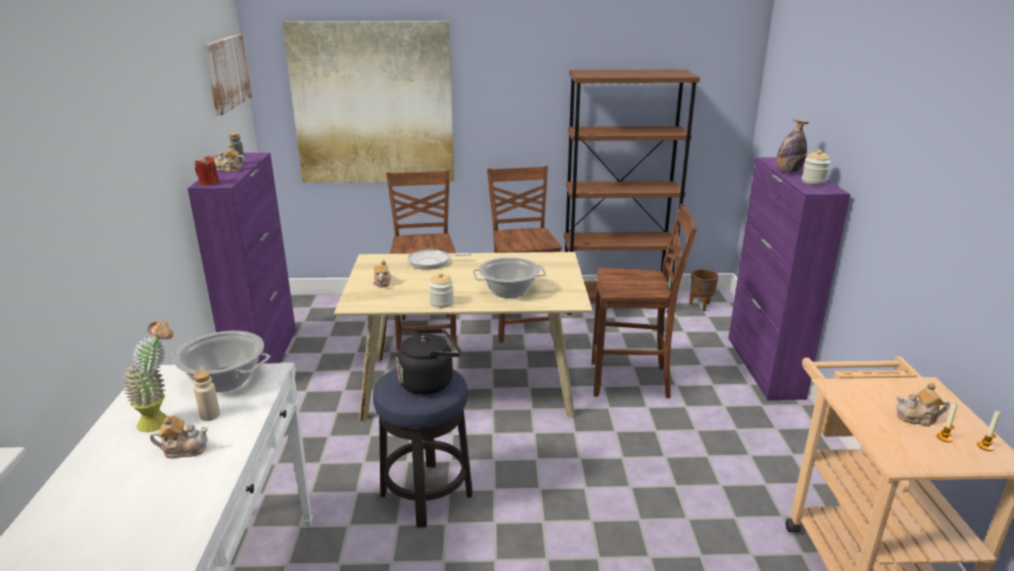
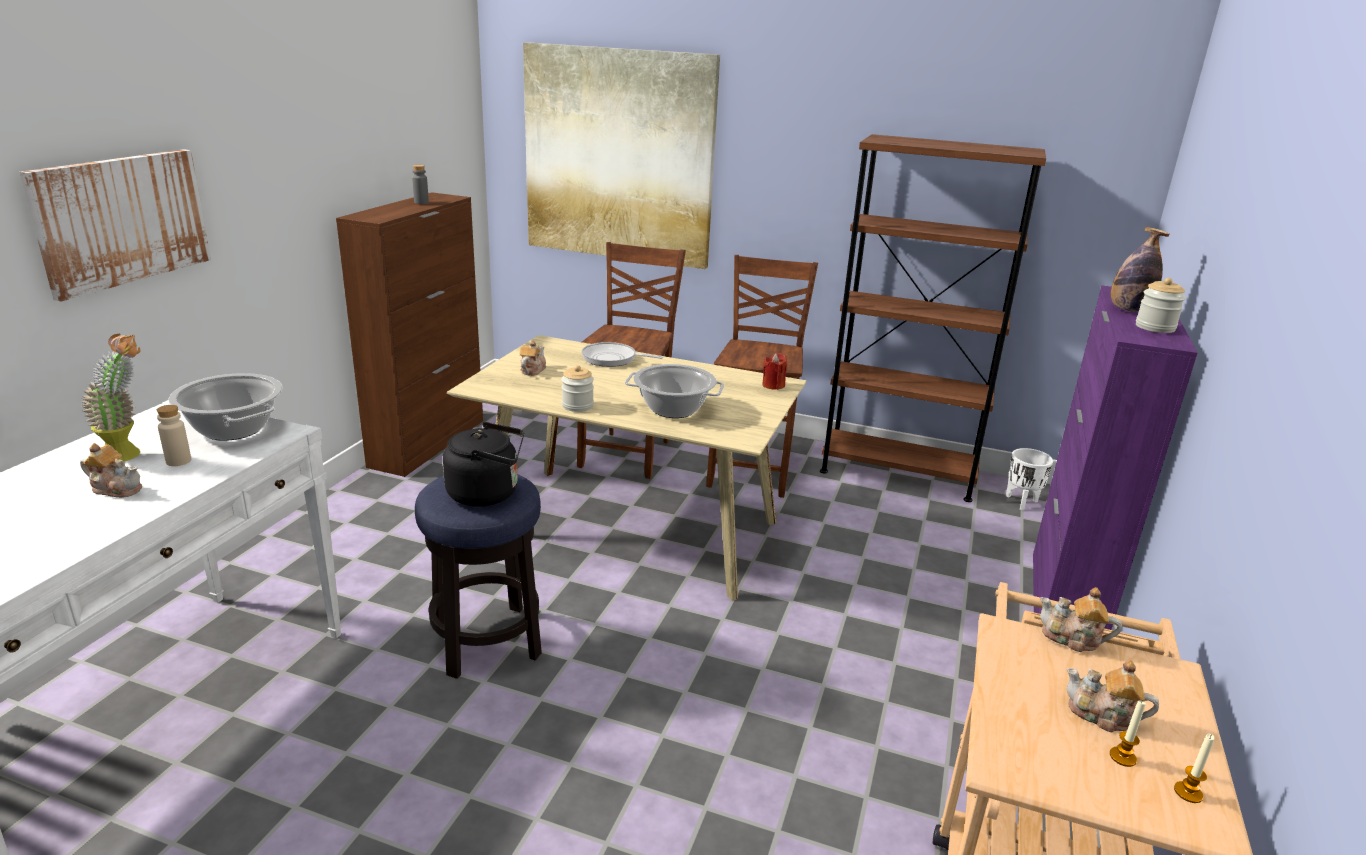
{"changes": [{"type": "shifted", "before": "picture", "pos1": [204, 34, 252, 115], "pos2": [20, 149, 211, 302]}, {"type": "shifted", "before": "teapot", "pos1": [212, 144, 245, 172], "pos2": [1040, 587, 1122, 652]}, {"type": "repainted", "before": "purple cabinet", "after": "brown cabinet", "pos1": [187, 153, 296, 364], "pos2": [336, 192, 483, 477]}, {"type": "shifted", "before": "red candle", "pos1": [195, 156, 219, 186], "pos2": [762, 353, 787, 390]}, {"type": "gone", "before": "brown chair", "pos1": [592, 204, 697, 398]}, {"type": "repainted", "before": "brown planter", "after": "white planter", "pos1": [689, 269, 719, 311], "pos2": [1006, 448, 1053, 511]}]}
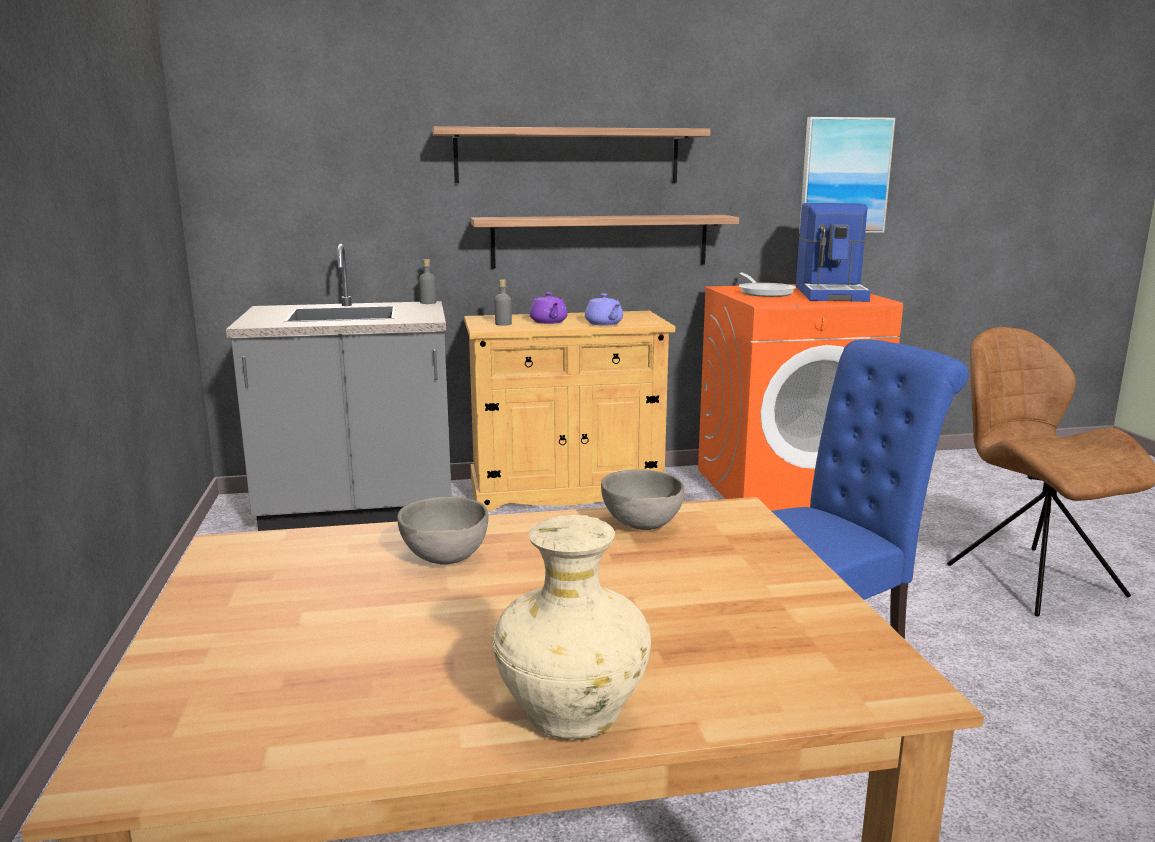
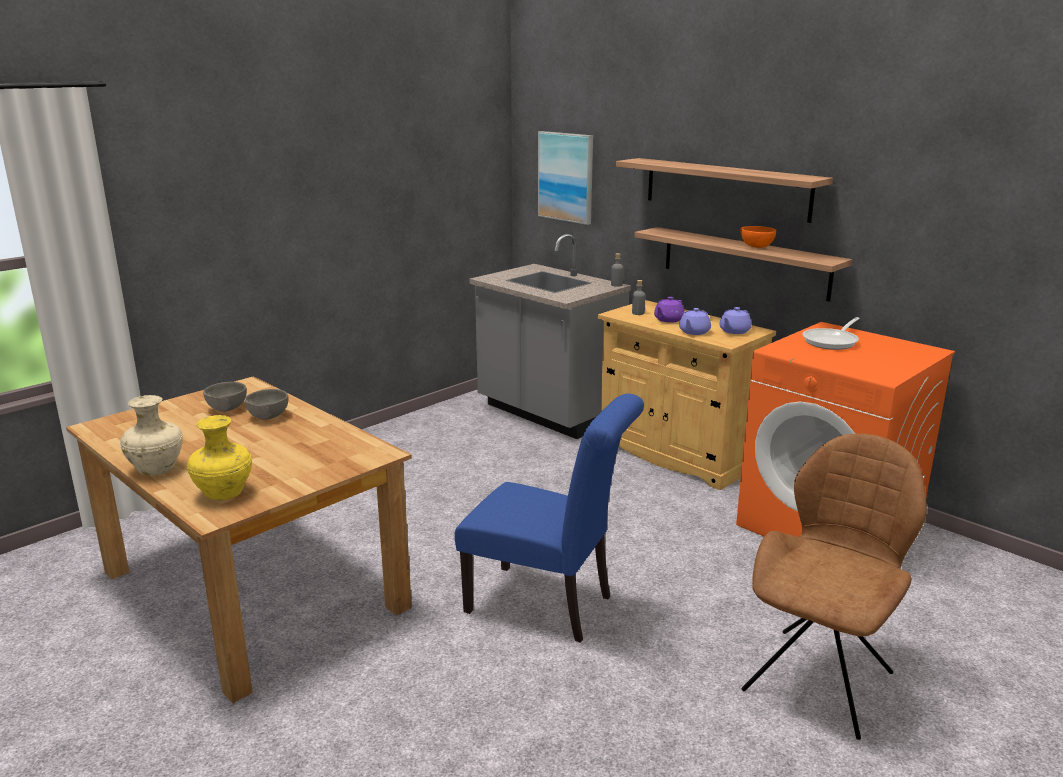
{"changes": [{"type": "shifted", "before": "picture", "pos1": [799, 117, 895, 233], "pos2": [538, 131, 593, 225]}, {"type": "gone", "before": "coffee machine", "pos1": [796, 203, 871, 302]}, {"type": "shifted", "before": "grey bowl", "pos1": [601, 470, 685, 530], "pos2": [203, 382, 247, 412]}, {"type": "new", "after": "orange bowl", "pos2": [740, 226, 776, 248]}, {"type": "new", "after": "purple teapot", "pos2": [719, 307, 752, 334]}, {"type": "new", "after": "yellow vase", "pos2": [187, 415, 252, 500]}]}
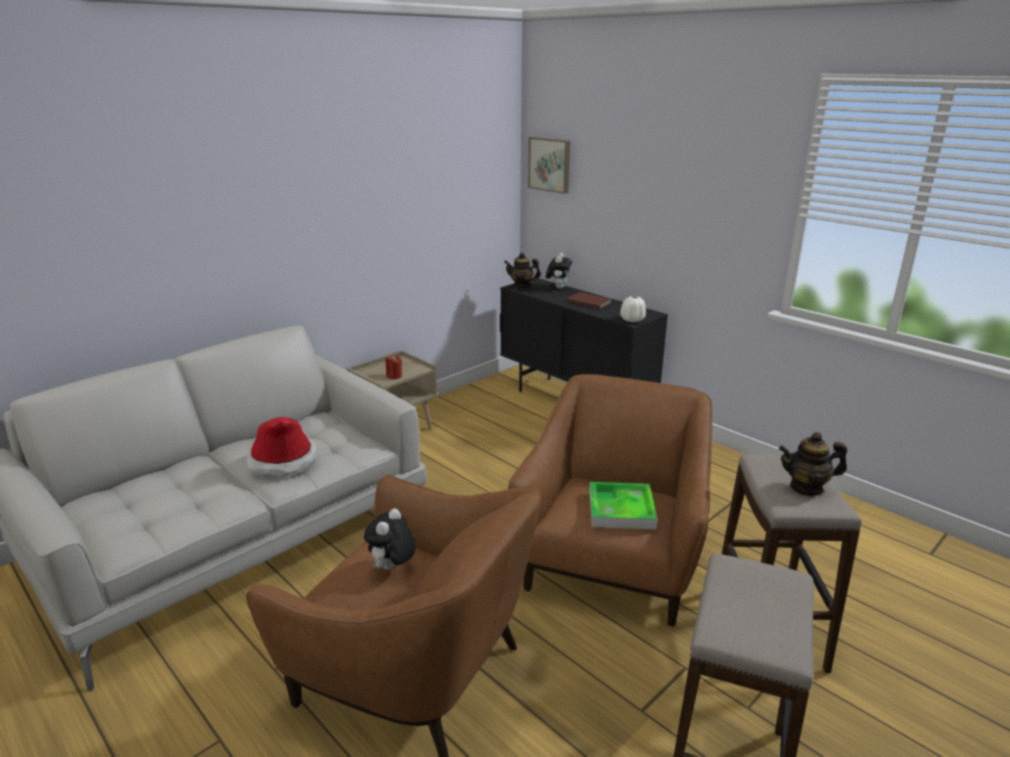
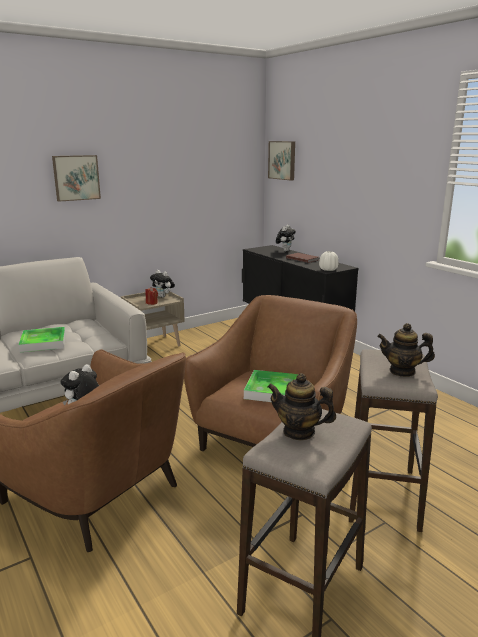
{"changes": [{"type": "shifted", "before": "teapot", "pos1": [504, 252, 541, 288], "pos2": [267, 373, 336, 440]}, {"type": "swapped", "before": "hat", "after": "tray", "pos1": [246, 417, 317, 477], "pos2": [19, 327, 66, 352]}, {"type": "new", "after": "picture", "pos2": [52, 155, 101, 202]}, {"type": "new", "after": "plush toy", "pos2": [150, 270, 175, 298]}]}
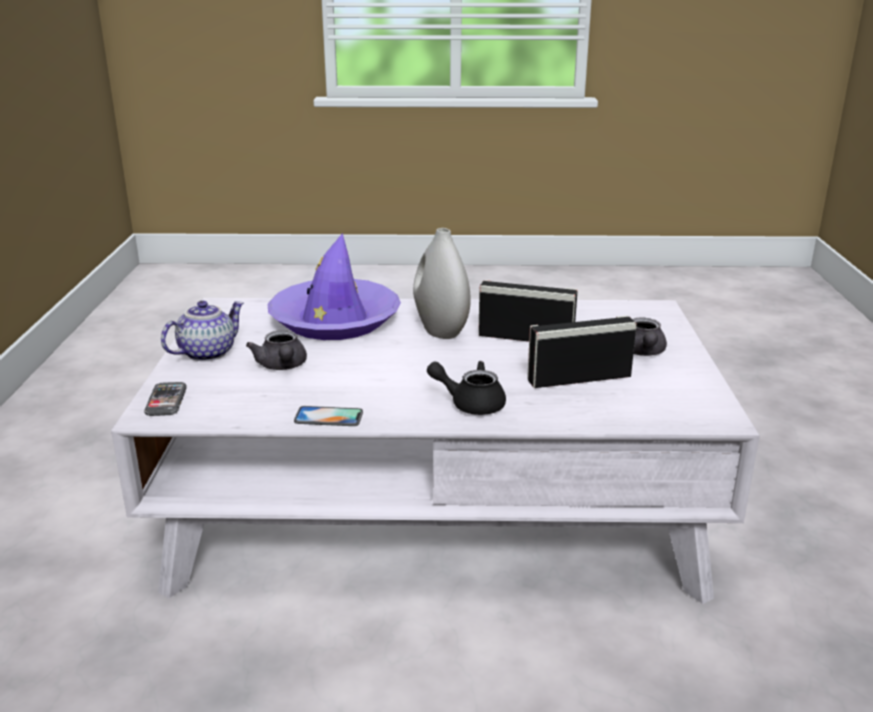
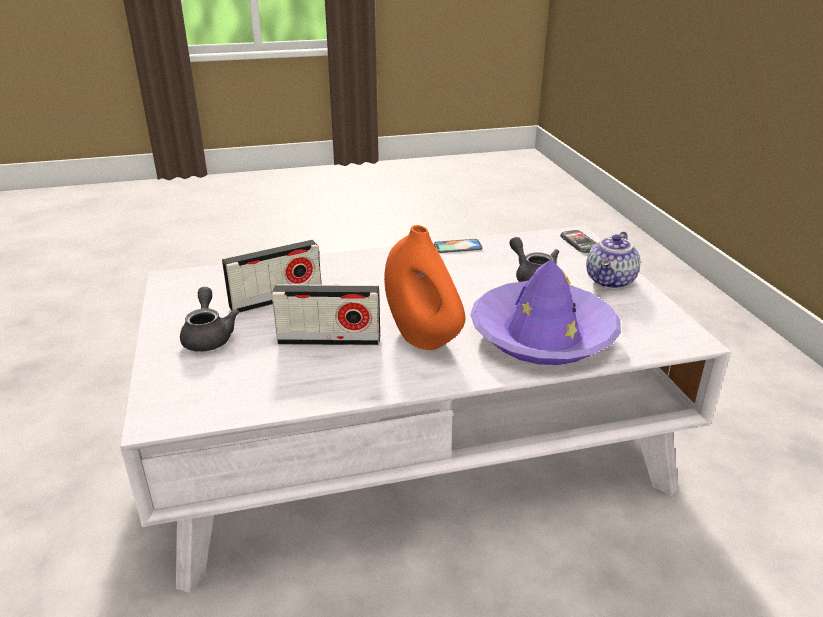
{"changes": [{"type": "repainted", "before": "white vase", "after": "orange vase", "pos1": [413, 228, 471, 339], "pos2": [384, 225, 465, 350]}, {"type": "gone", "before": "black teapot", "pos1": [427, 361, 506, 415]}]}
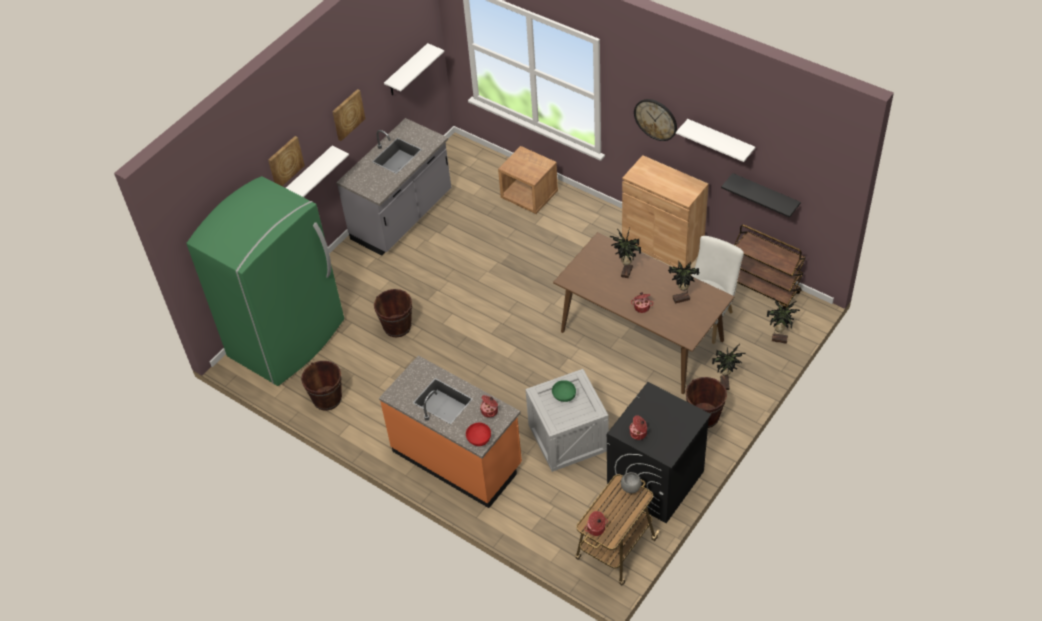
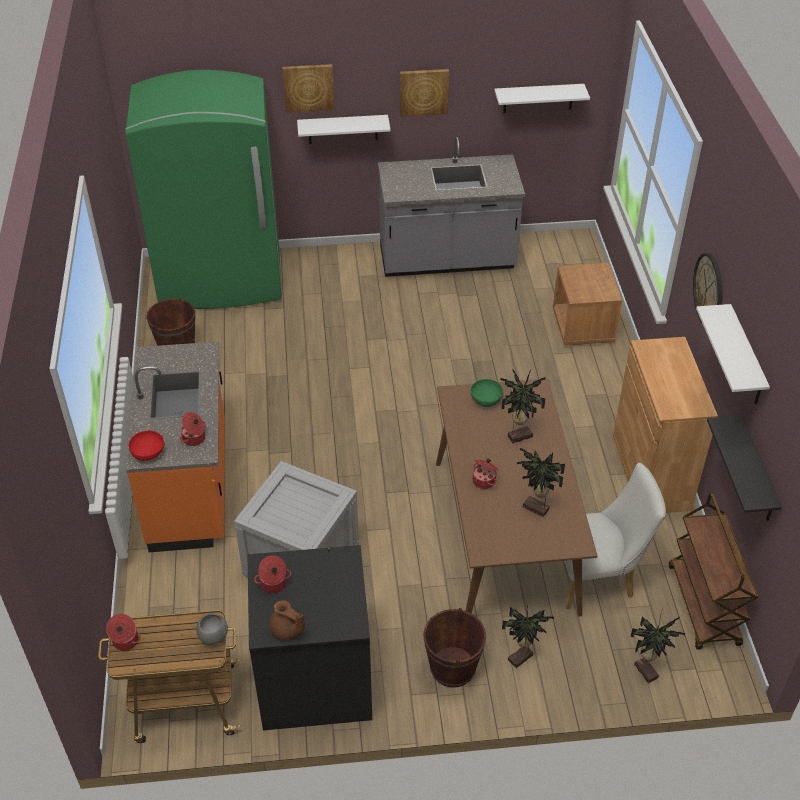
{"changes": [{"type": "gone", "before": "brown bucket", "pos1": [374, 289, 412, 337]}, {"type": "shifted", "before": "green bowl", "pos1": [552, 380, 576, 402], "pos2": [471, 379, 503, 407]}, {"type": "new", "after": "brown teapot", "pos2": [269, 600, 305, 640]}]}
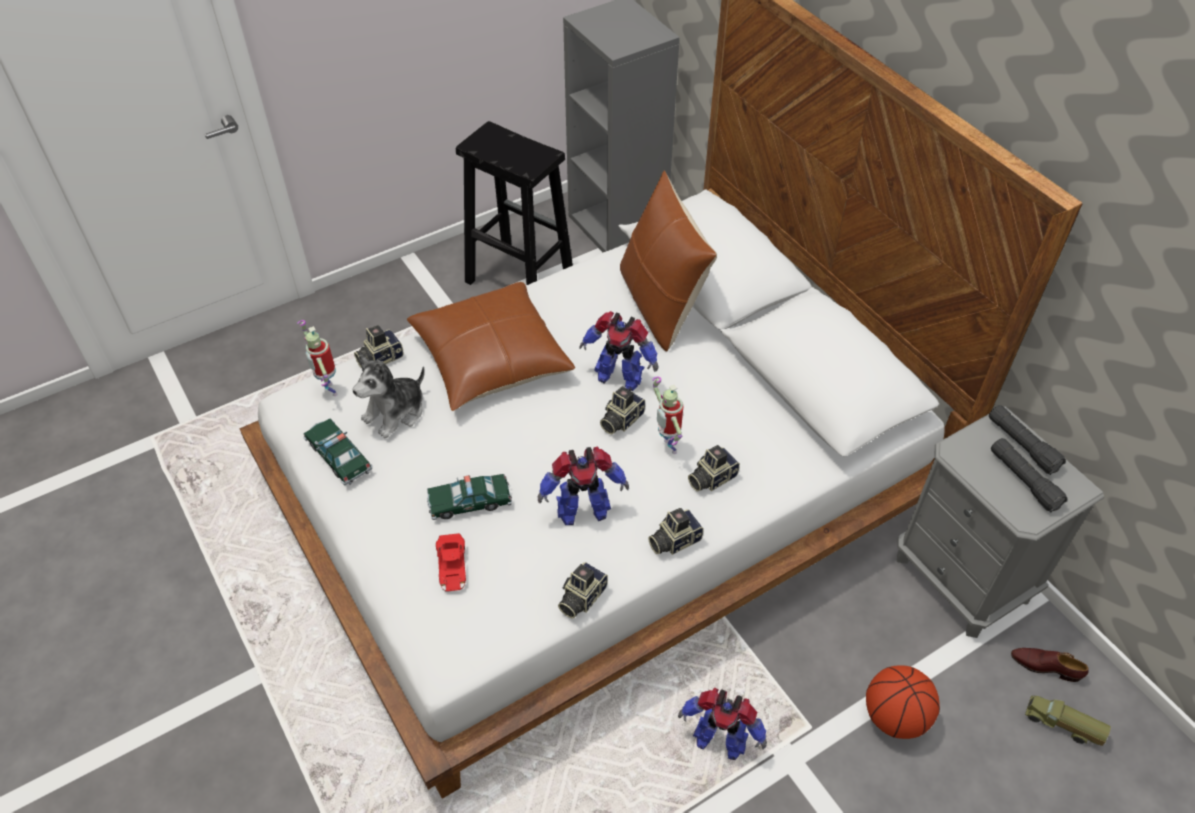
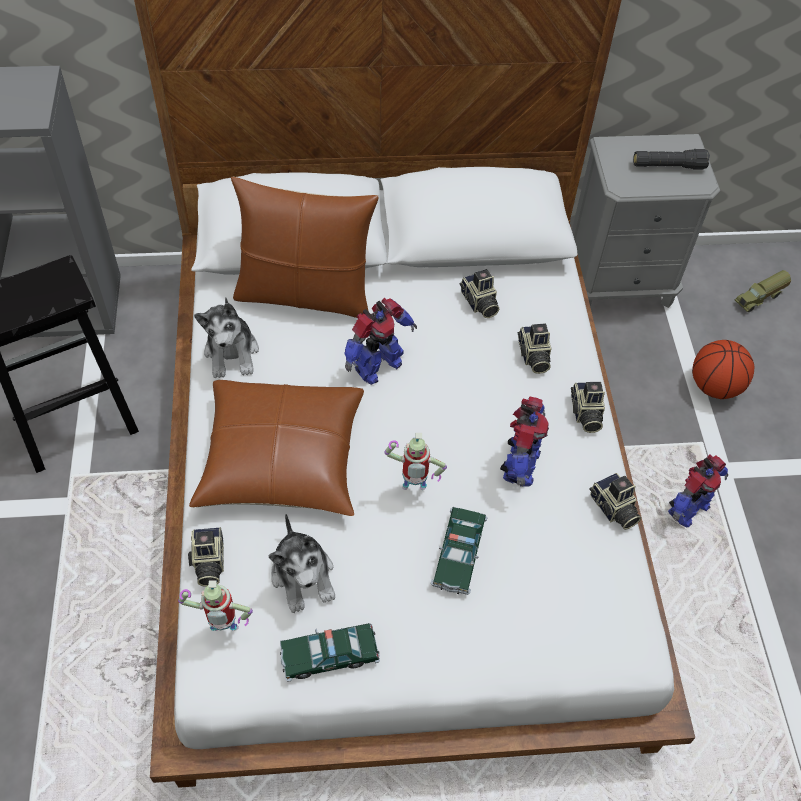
{"changes": [{"type": "shifted", "before": "toy robot", "pos1": [652, 377, 684, 454], "pos2": [384, 433, 447, 490]}, {"type": "shifted", "before": "photo camera", "pos1": [600, 386, 645, 434], "pos2": [459, 269, 499, 318]}, {"type": "gone", "before": "black flashlight", "pos1": [989, 405, 1066, 475]}, {"type": "gone", "before": "red toy car", "pos1": [436, 533, 466, 592]}, {"type": "gone", "before": "brown shoe", "pos1": [1011, 648, 1089, 682]}, {"type": "new", "after": "plush toy", "pos2": [194, 297, 259, 378]}]}
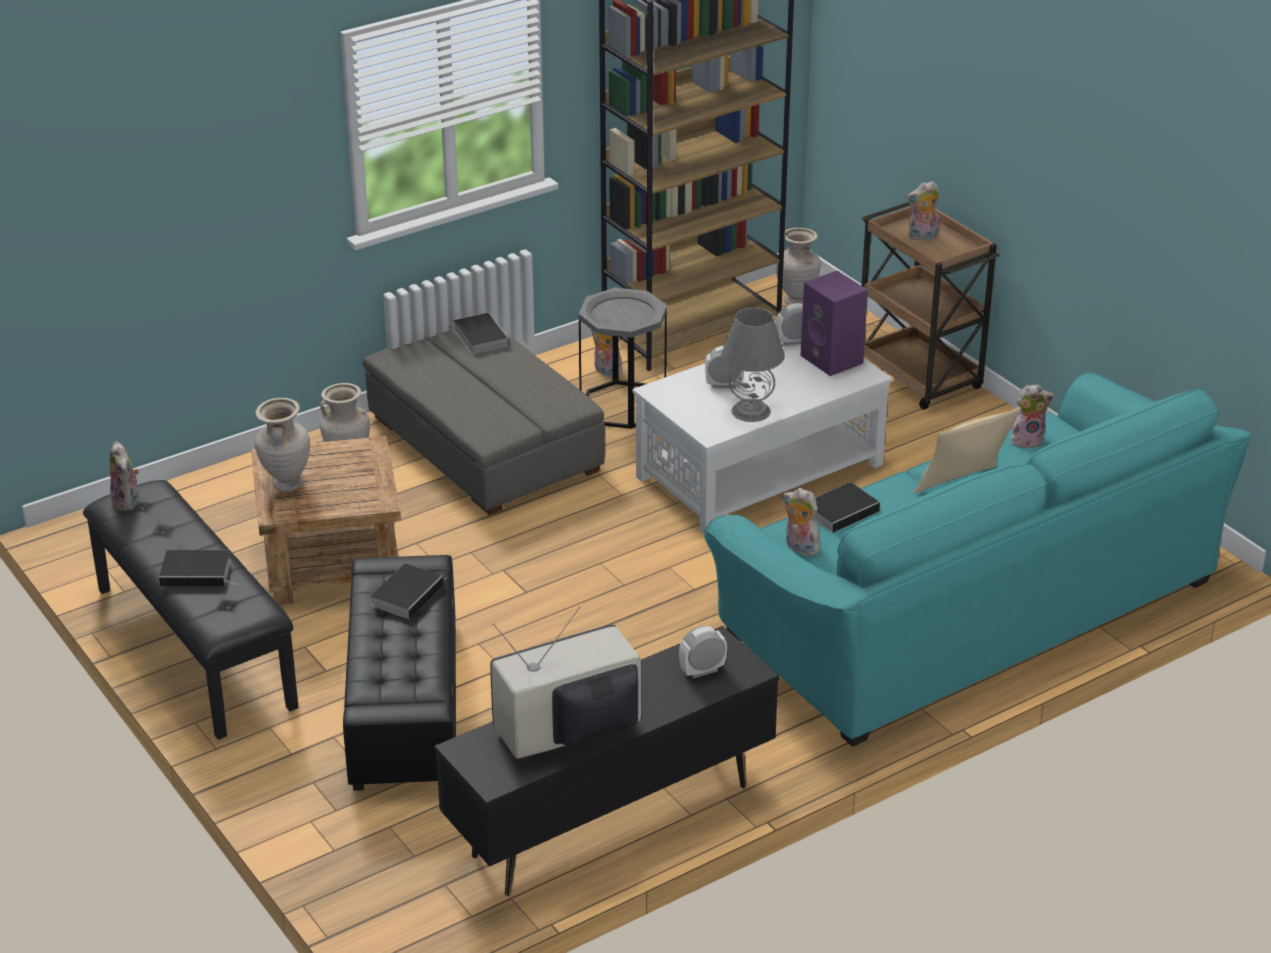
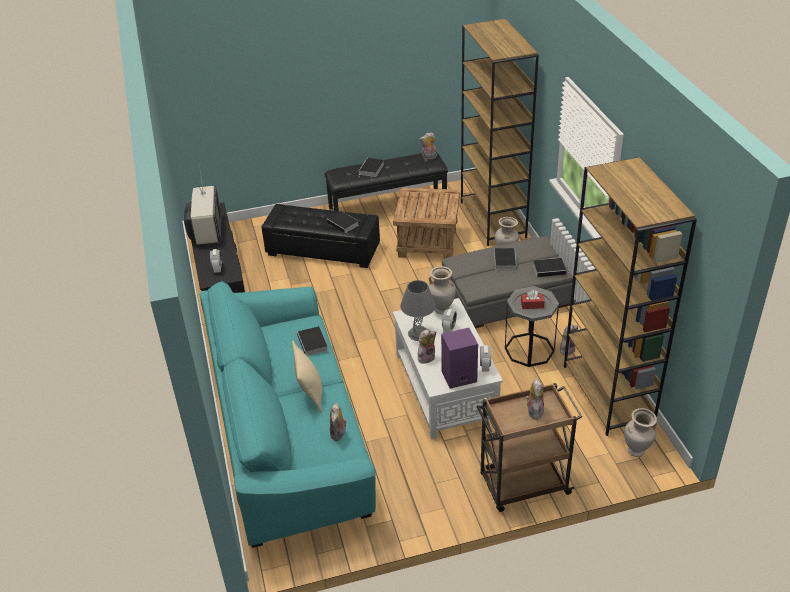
{"changes": [{"type": "shifted", "before": "beige vase", "pos1": [255, 398, 310, 492], "pos2": [428, 266, 456, 314]}, {"type": "shifted", "before": "plush toy", "pos1": [783, 488, 820, 556], "pos2": [418, 329, 436, 364]}, {"type": "new", "after": "brown bookcase", "pos2": [461, 19, 539, 246]}, {"type": "new", "after": "book", "pos2": [494, 248, 517, 270]}, {"type": "new", "after": "red tissue box", "pos2": [521, 290, 544, 309]}]}
